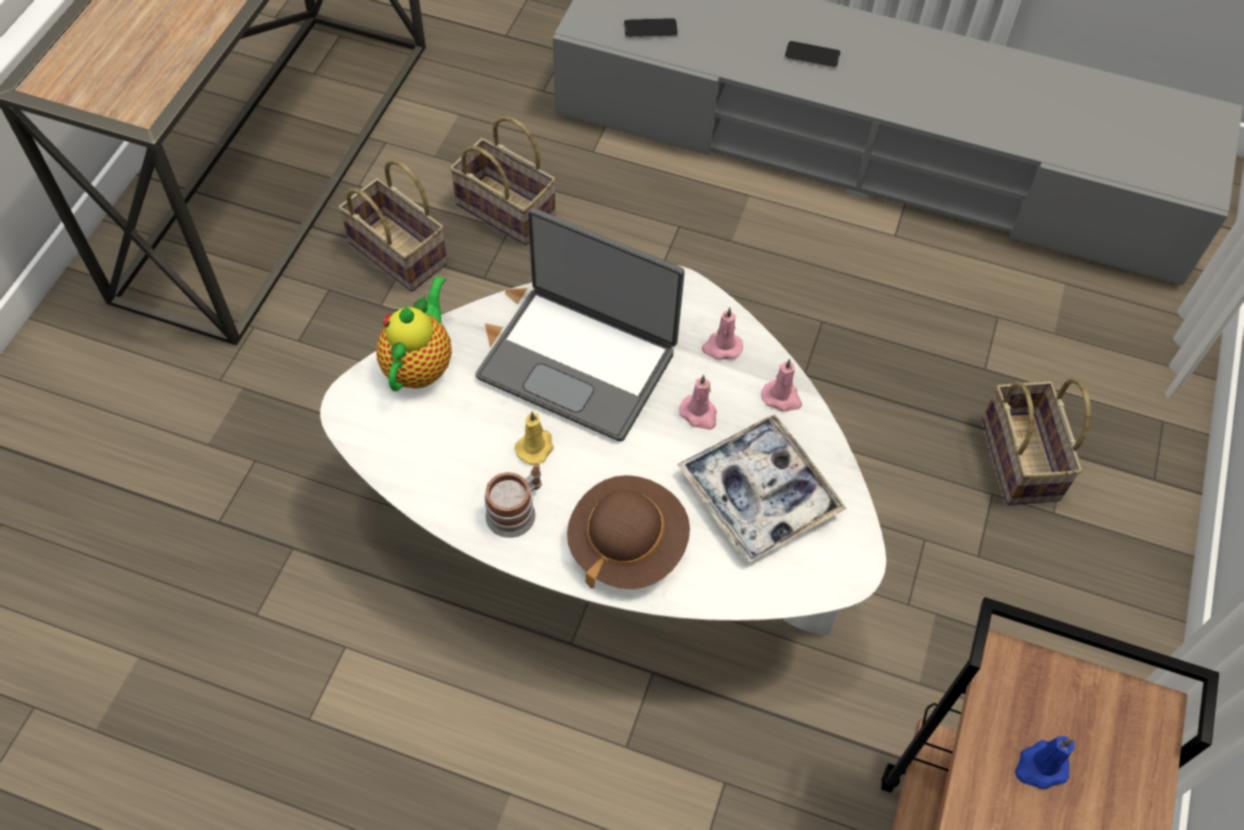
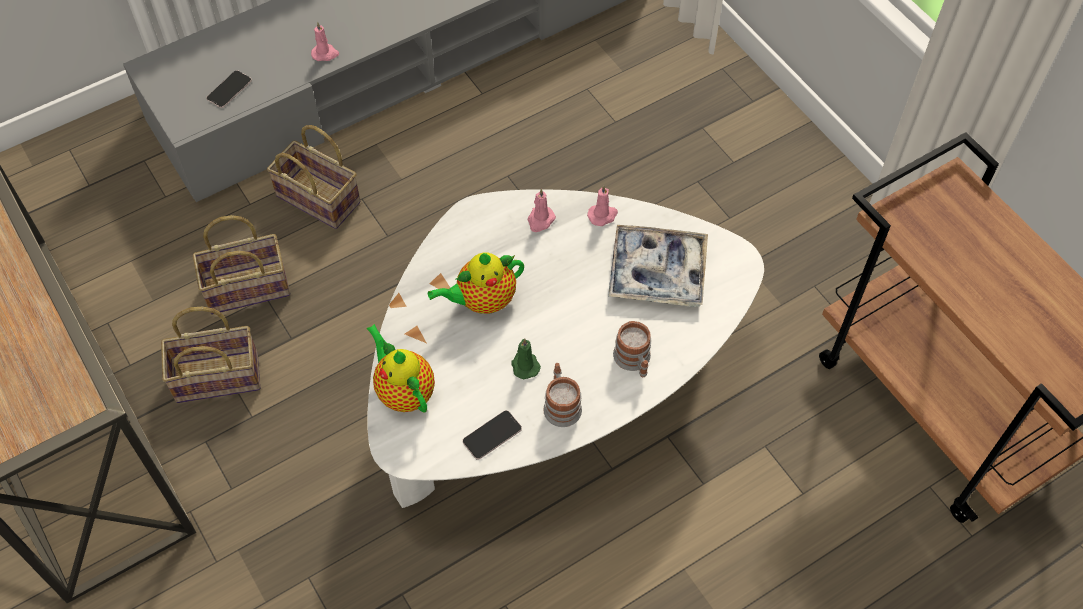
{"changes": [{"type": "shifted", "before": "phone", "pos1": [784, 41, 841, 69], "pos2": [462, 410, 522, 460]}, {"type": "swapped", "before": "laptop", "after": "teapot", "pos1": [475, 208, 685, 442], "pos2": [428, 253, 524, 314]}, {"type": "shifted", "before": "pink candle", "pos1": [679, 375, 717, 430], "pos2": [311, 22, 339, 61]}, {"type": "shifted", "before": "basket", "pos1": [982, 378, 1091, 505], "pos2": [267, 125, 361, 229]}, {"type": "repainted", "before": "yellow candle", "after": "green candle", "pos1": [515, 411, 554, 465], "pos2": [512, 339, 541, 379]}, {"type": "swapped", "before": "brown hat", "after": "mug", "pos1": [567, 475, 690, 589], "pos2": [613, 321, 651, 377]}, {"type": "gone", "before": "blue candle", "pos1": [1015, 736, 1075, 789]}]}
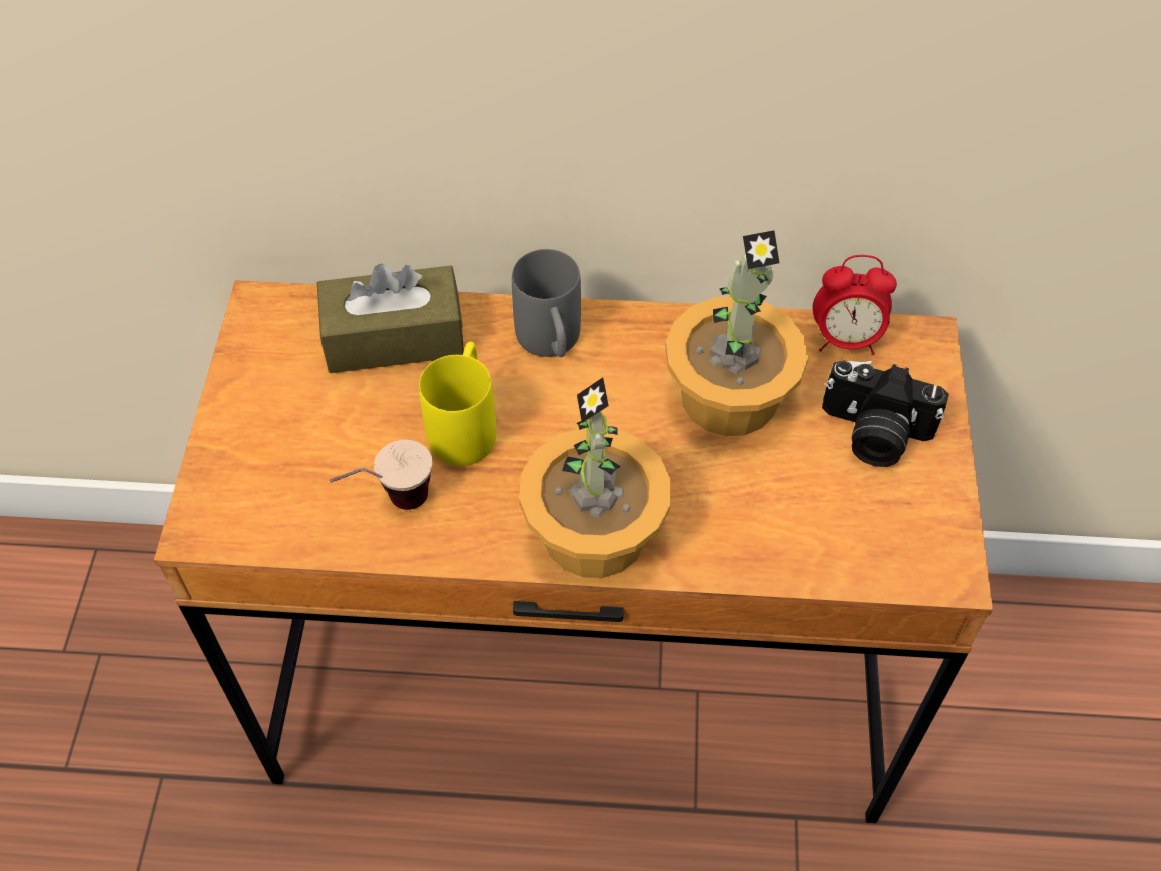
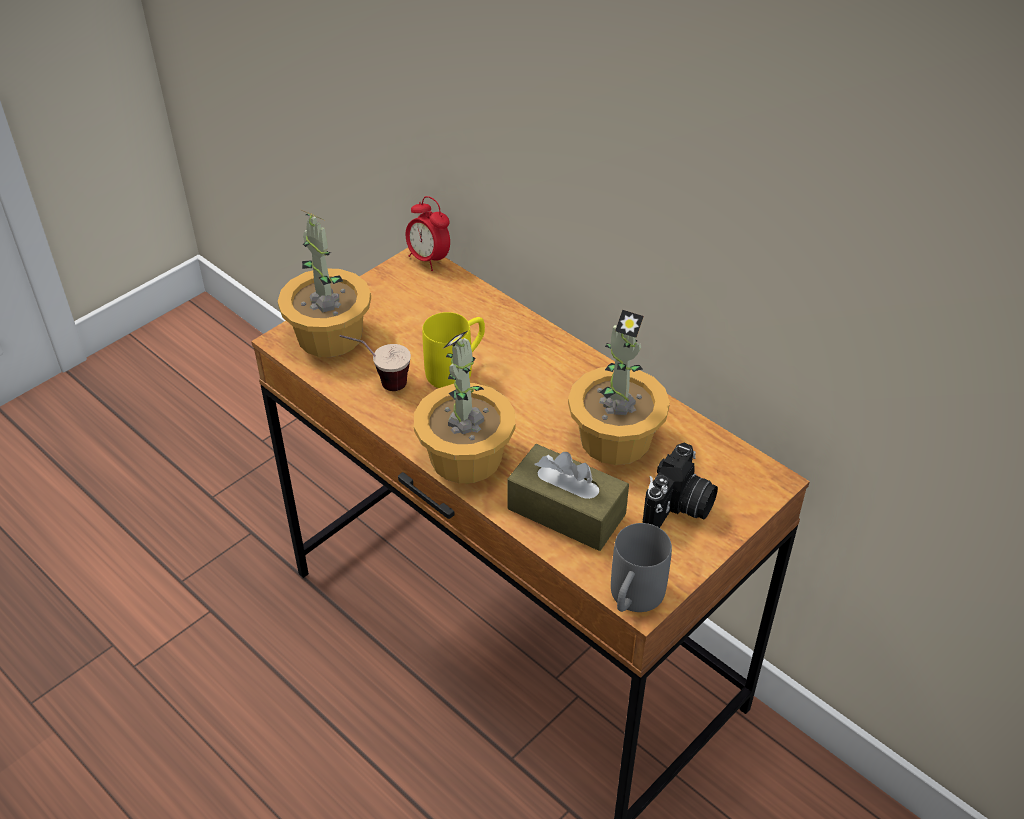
{"changes": [{"type": "shifted", "before": "grey mug", "pos1": [512, 249, 581, 357], "pos2": [611, 523, 672, 612]}, {"type": "shifted", "before": "alarm clock", "pos1": [813, 255, 897, 355], "pos2": [406, 196, 450, 271]}, {"type": "shifted", "before": "brown tissue box", "pos1": [317, 263, 464, 373], "pos2": [508, 444, 629, 551]}, {"type": "rotated", "before": "photo camera", "pos1": [822, 360, 949, 467], "pos2": [643, 443, 718, 528], "turn": -120}, {"type": "new", "after": "potted plant", "pos2": [278, 209, 371, 357]}]}
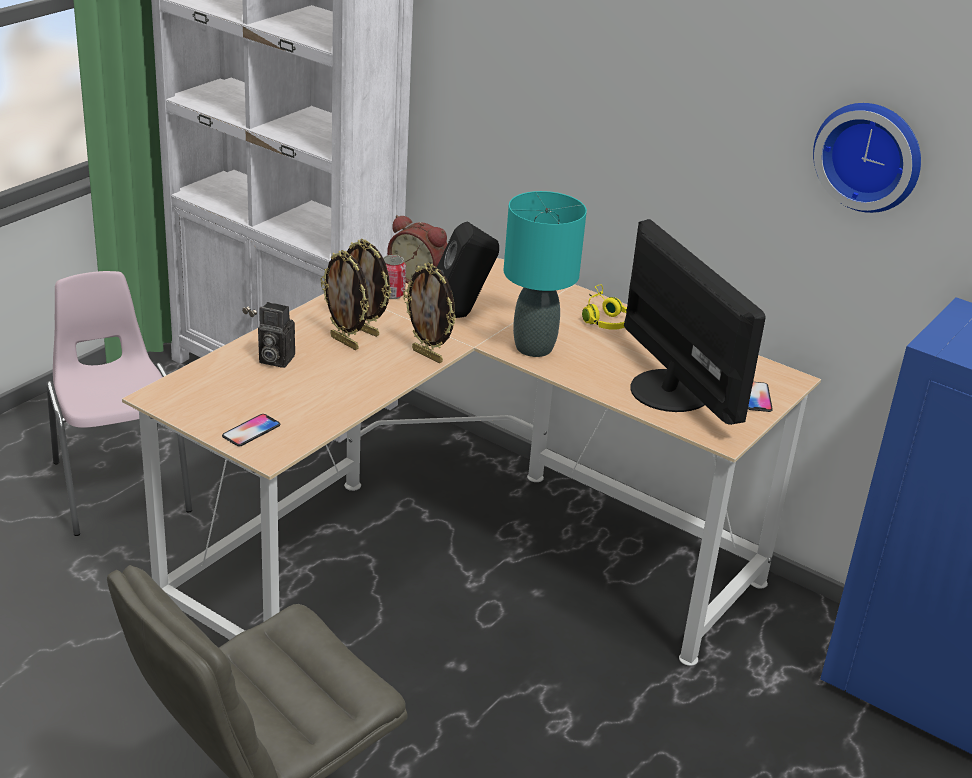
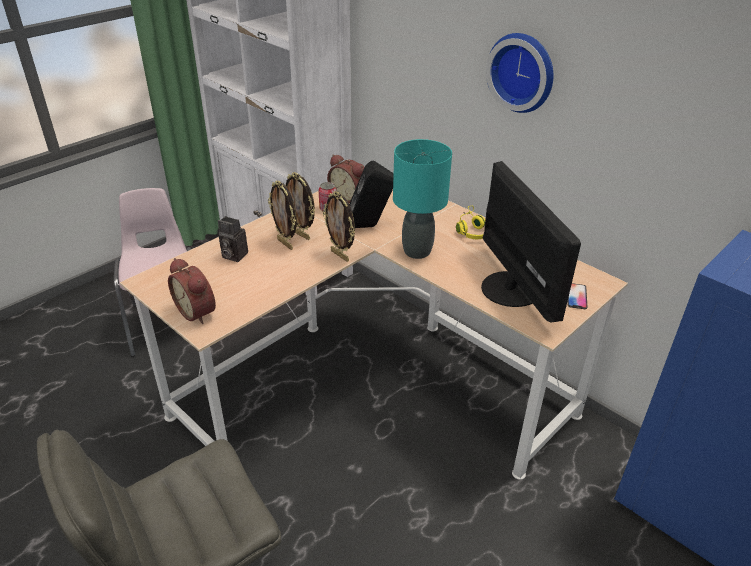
{"changes": [{"type": "shifted", "before": "wall clock", "pos1": [813, 103, 921, 213], "pos2": [486, 33, 553, 113]}, {"type": "swapped", "before": "phone", "after": "alarm clock", "pos1": [222, 414, 280, 446], "pos2": [168, 258, 216, 324]}]}
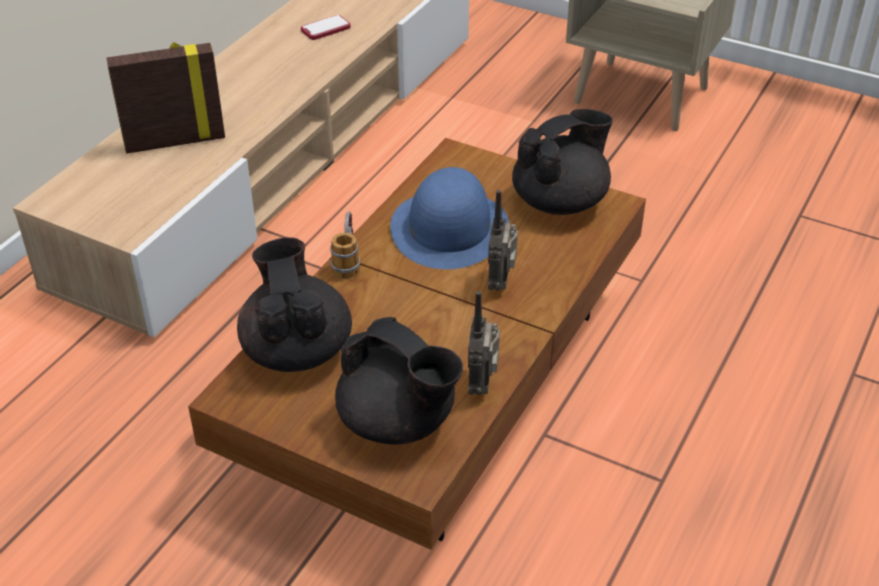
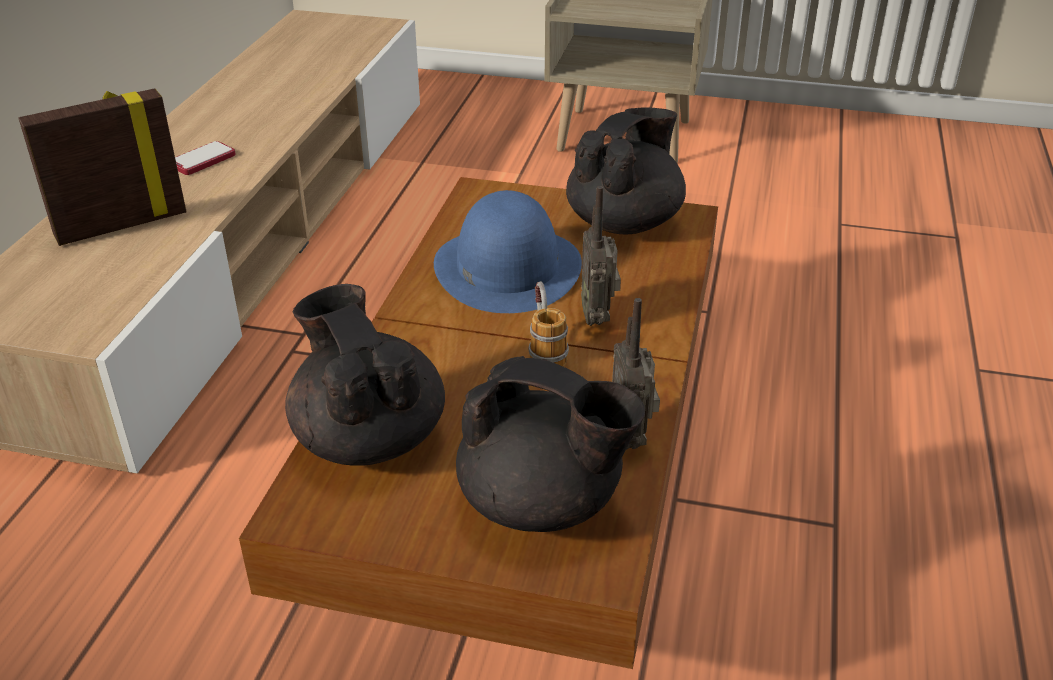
{"changes": [{"type": "shifted", "before": "phone", "pos1": [301, 15, 351, 40], "pos2": [175, 141, 236, 175]}, {"type": "shifted", "before": "mug", "pos1": [330, 211, 360, 279], "pos2": [529, 281, 569, 366]}]}
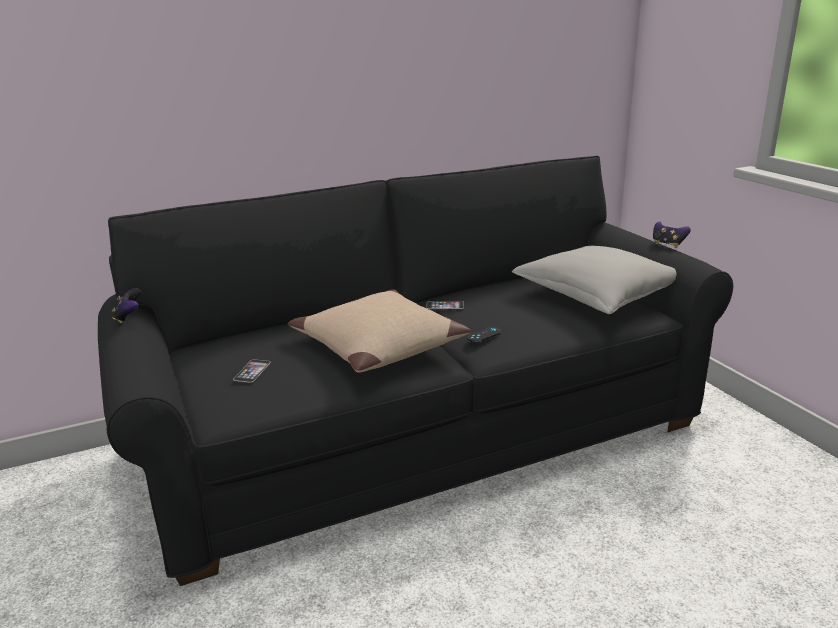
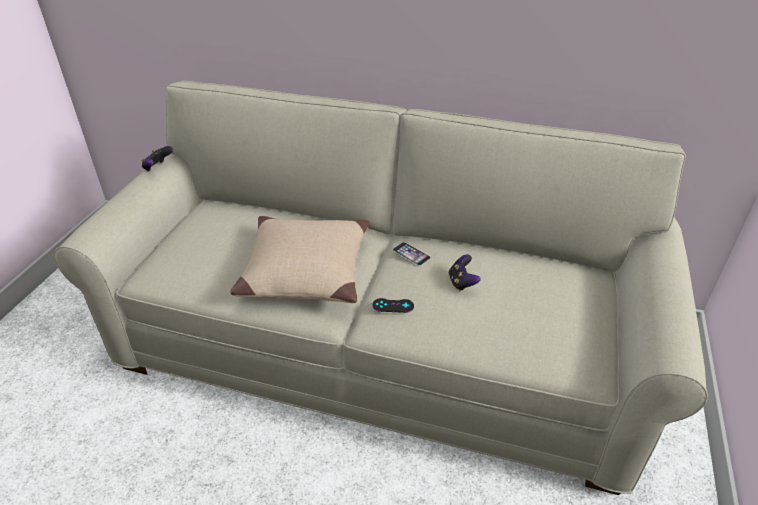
{"changes": [{"type": "repainted", "before": "black sofa", "after": "beige sofa", "pos1": [98, 156, 733, 586], "pos2": [54, 81, 708, 495]}, {"type": "shifted", "before": "game controller", "pos1": [653, 222, 691, 248], "pos2": [448, 255, 481, 291]}, {"type": "gone", "before": "grey pillow", "pos1": [512, 246, 677, 314]}, {"type": "gone", "before": "phone", "pos1": [233, 359, 271, 382]}]}
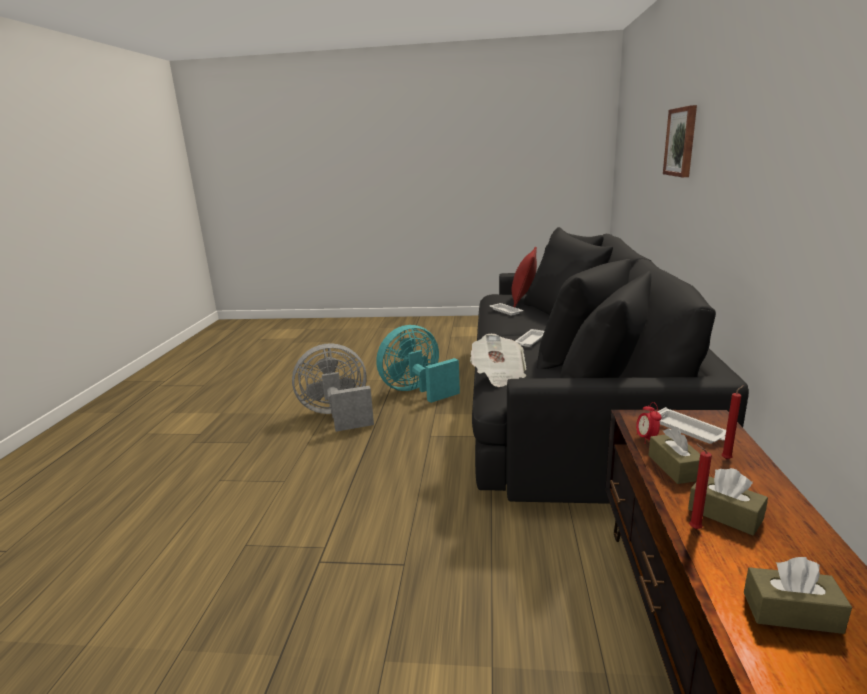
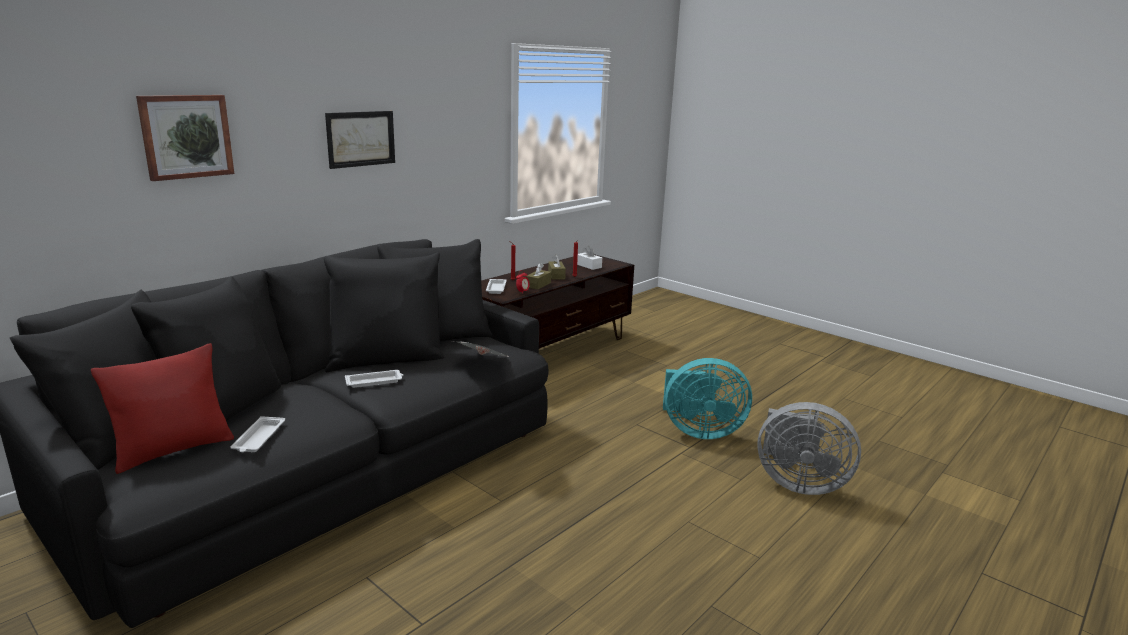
{"changes": [{"type": "shifted", "before": "turquoise fan", "pos1": [376, 325, 460, 403], "pos2": [663, 358, 752, 439]}, {"type": "shifted", "before": "grey fan", "pos1": [292, 343, 374, 432], "pos2": [757, 402, 861, 495]}, {"type": "repainted", "before": "brown tissue box", "after": "white tissue box", "pos1": [744, 557, 852, 634], "pos2": [577, 246, 602, 270]}, {"type": "new", "after": "picture", "pos2": [325, 111, 395, 169]}]}
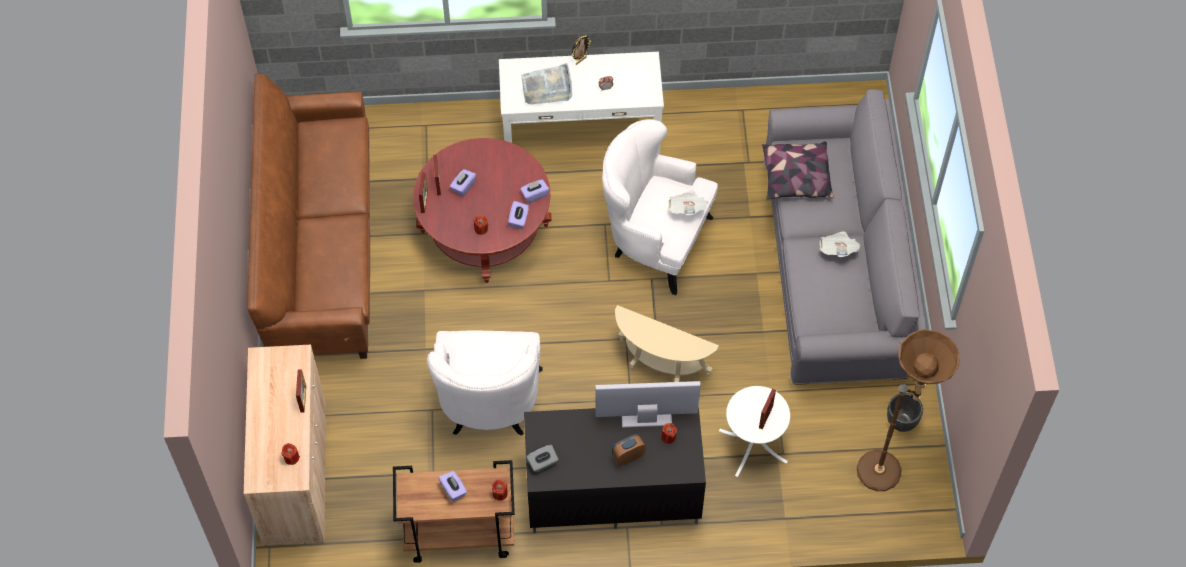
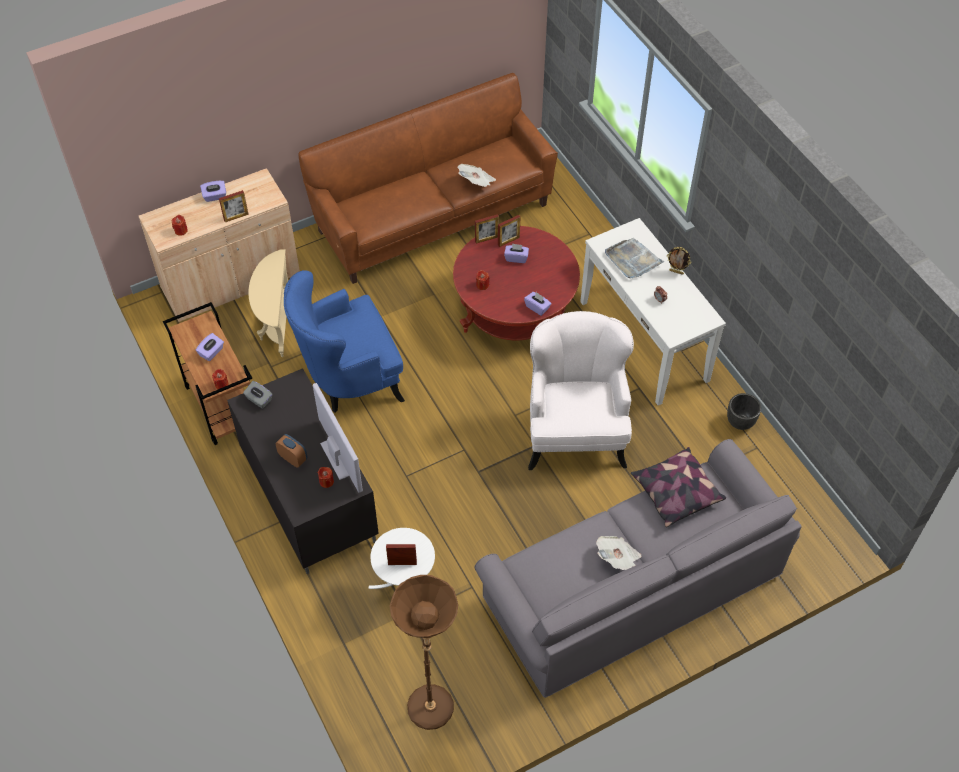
{"changes": [{"type": "shifted", "before": "newspaper", "pos1": [668, 191, 709, 215], "pos2": [458, 164, 496, 187]}, {"type": "shifted", "before": "purple tissue box", "pos1": [508, 201, 529, 229], "pos2": [200, 181, 226, 202]}, {"type": "shifted", "before": "beige side table", "pos1": [615, 305, 719, 382], "pos2": [248, 249, 289, 357]}, {"type": "repainted", "before": "white armchair", "after": "blue armchair", "pos1": [427, 330, 543, 435], "pos2": [284, 270, 405, 413]}, {"type": "shifted", "before": "black planter", "pos1": [887, 393, 923, 432], "pos2": [727, 393, 761, 430]}]}
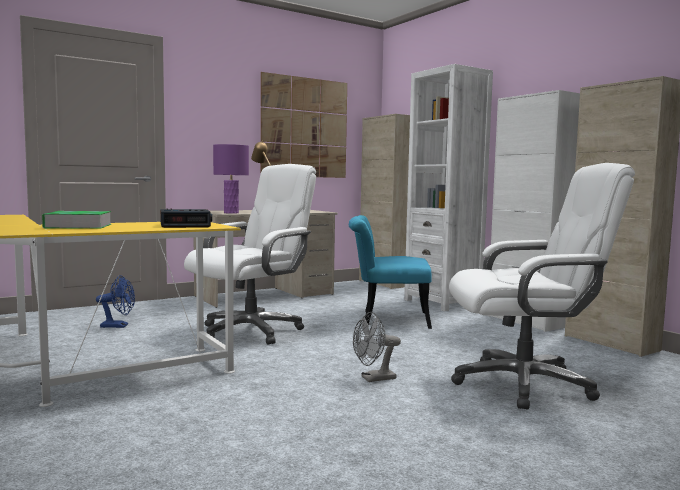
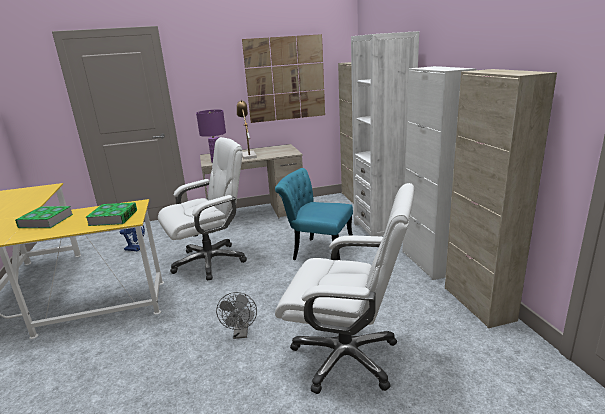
{"changes": [{"type": "swapped", "before": "alarm clock", "after": "book", "pos1": [160, 209, 212, 228], "pos2": [86, 202, 137, 226]}, {"type": "rotated", "before": "grey fan", "pos1": [353, 312, 401, 382], "pos2": [216, 292, 257, 339], "turn": -90}]}
